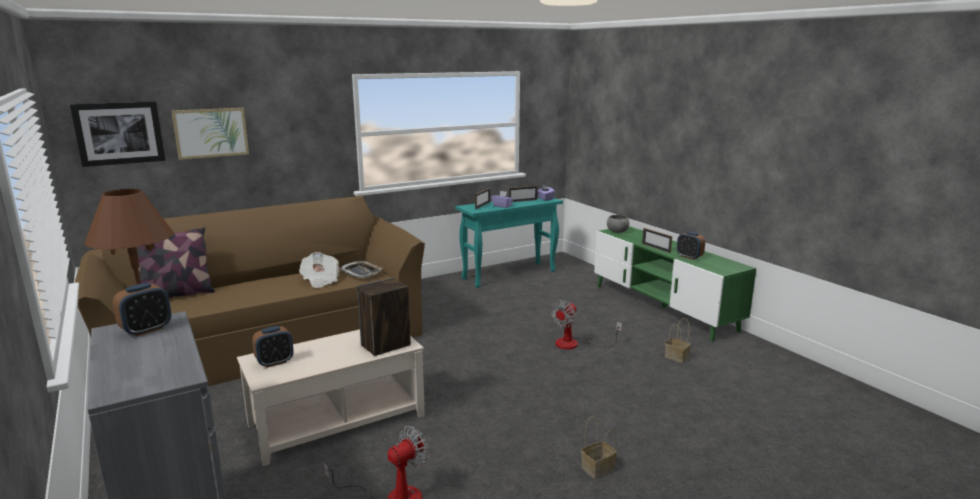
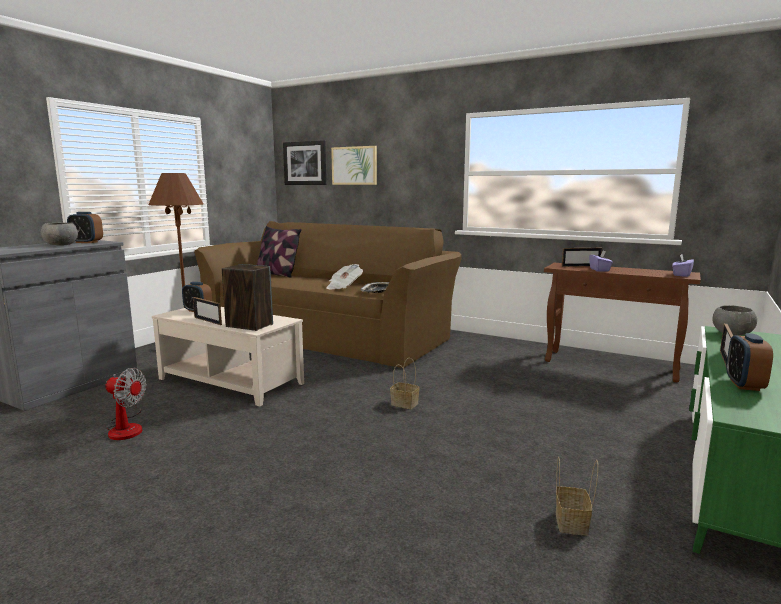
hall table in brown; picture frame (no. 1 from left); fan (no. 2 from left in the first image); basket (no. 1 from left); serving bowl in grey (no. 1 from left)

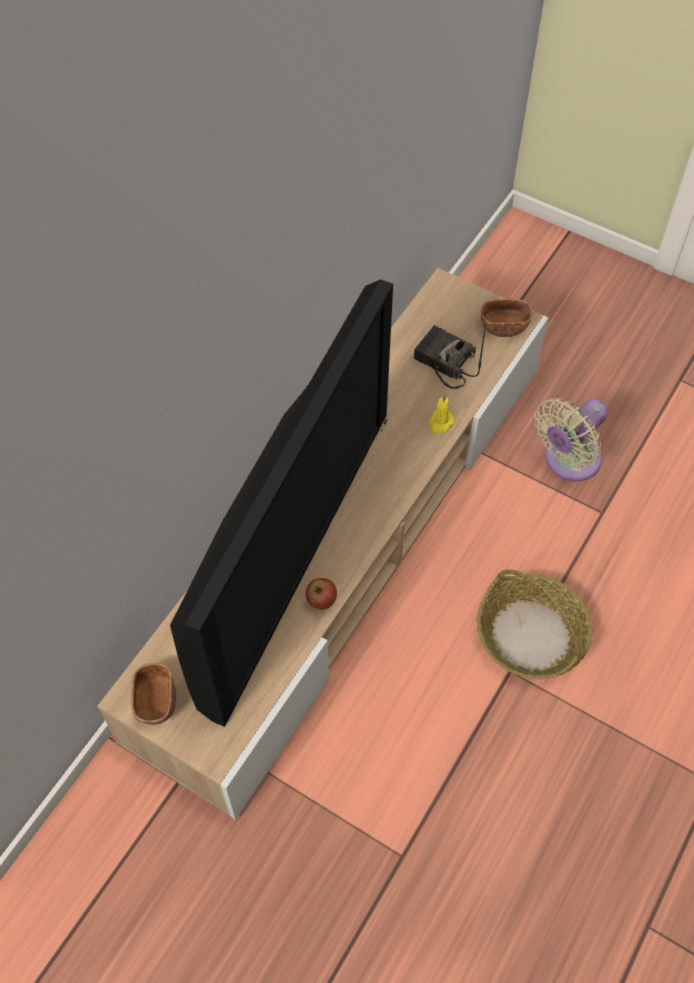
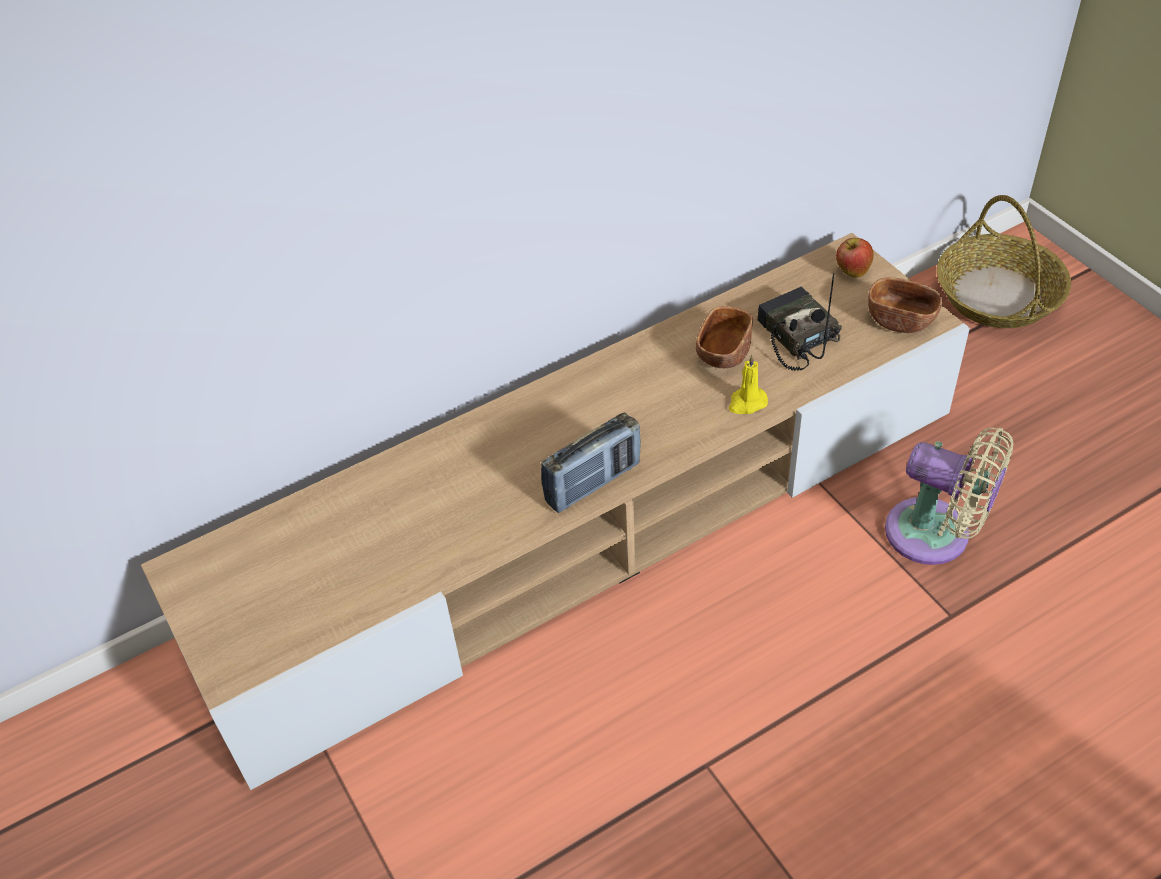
serving bowl in brown (no. 1 from left); TV set; apple fruit; basket; fan in sand-coloured; radio set (no. 1 from left)

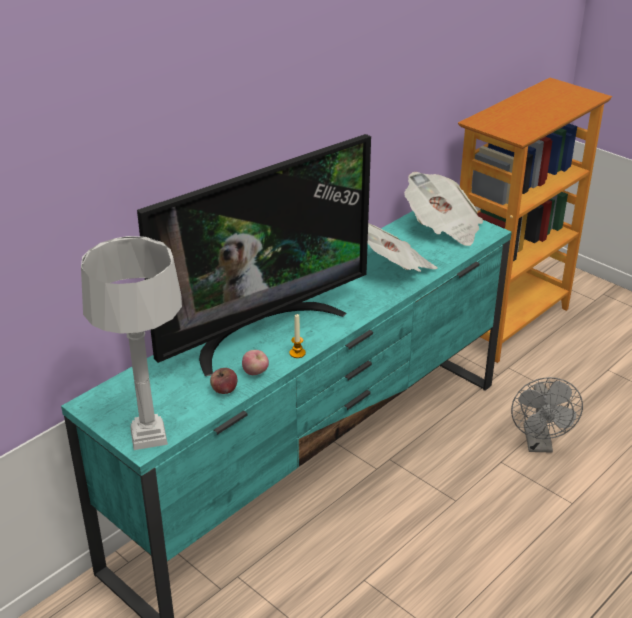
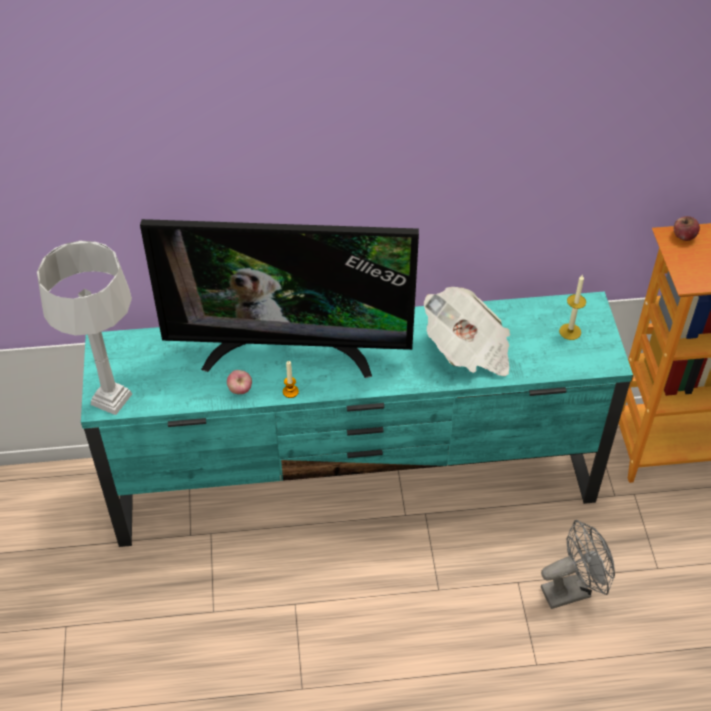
apple fruit (no. 2 from left); candle (no. 2 from left); fan in grey

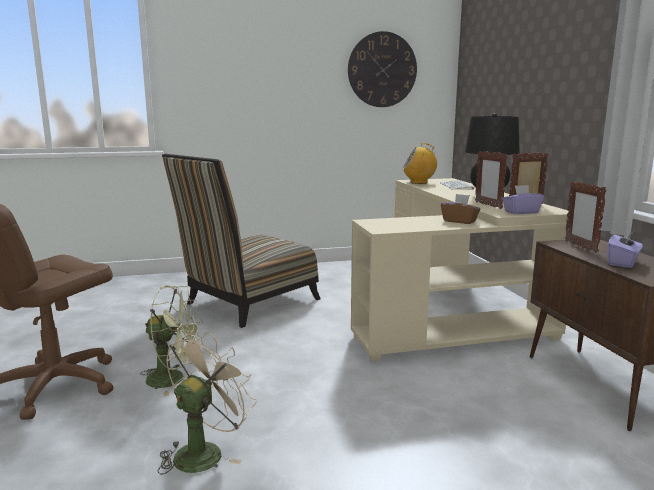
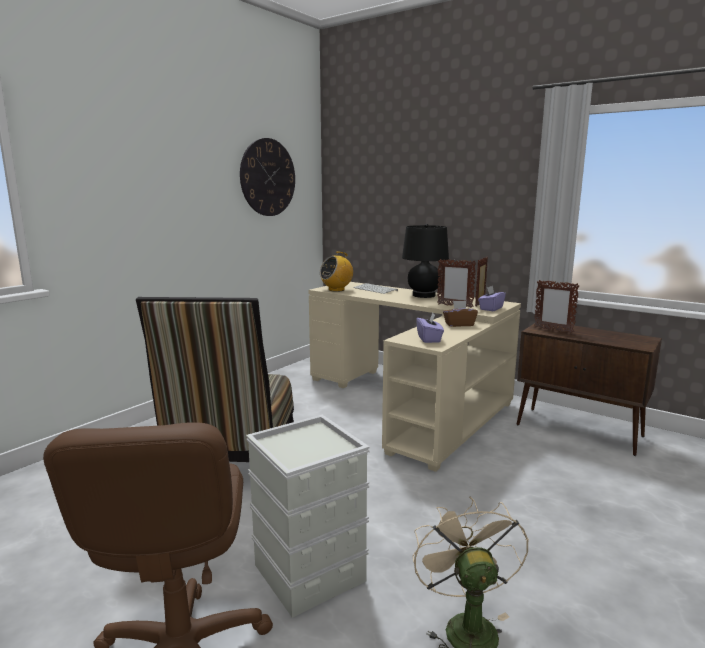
storage container in grey; tissue holder in purple (no. 1 from left)

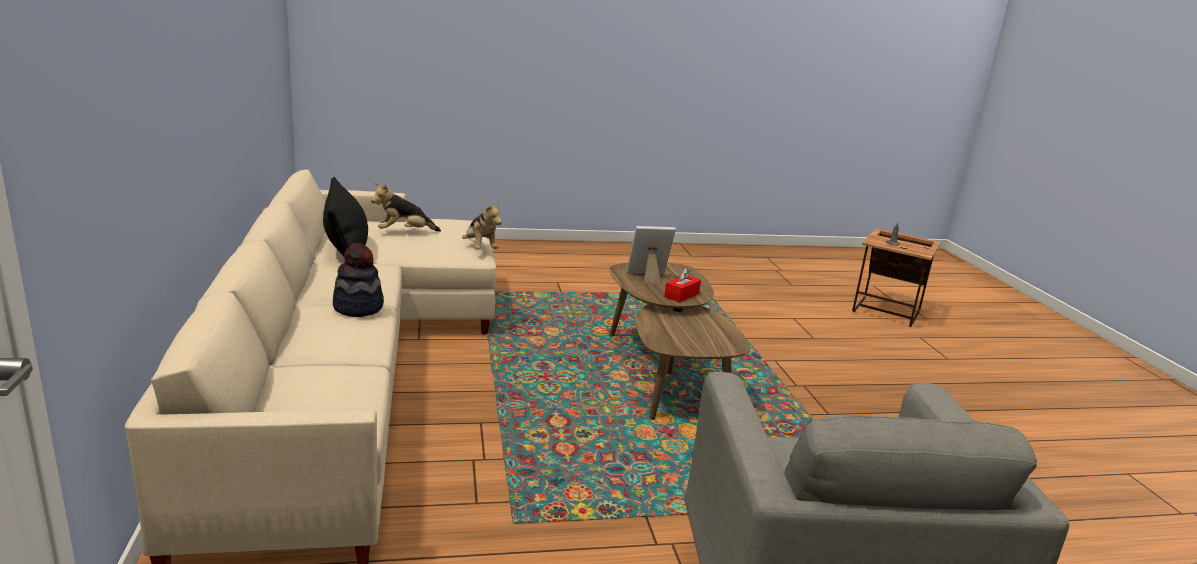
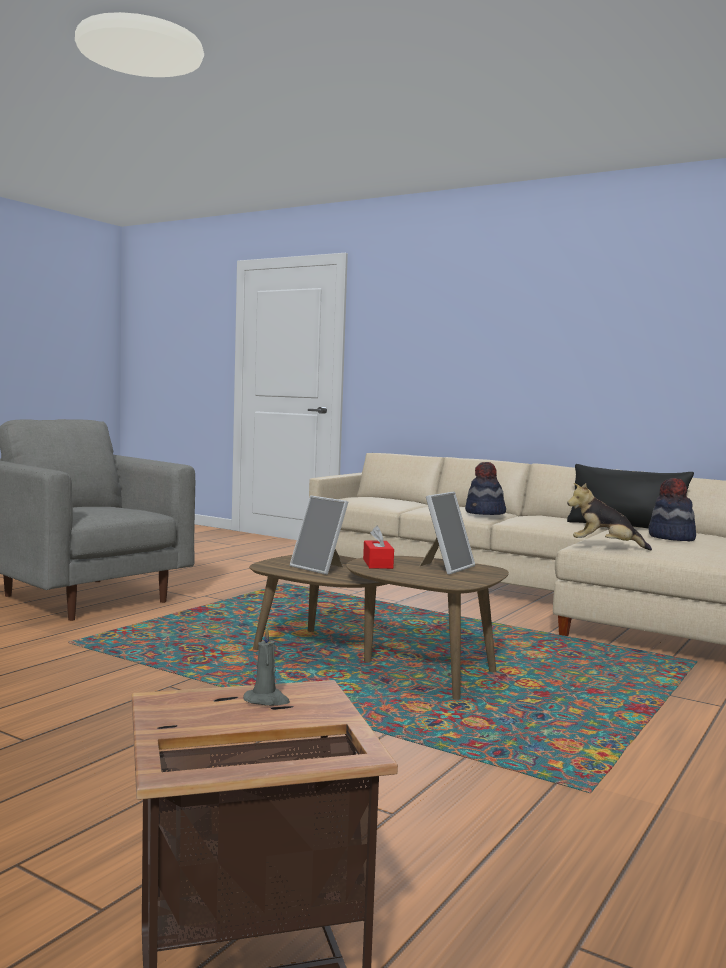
clothing hat (no. 2 from left); picture frame (no. 1 from left)

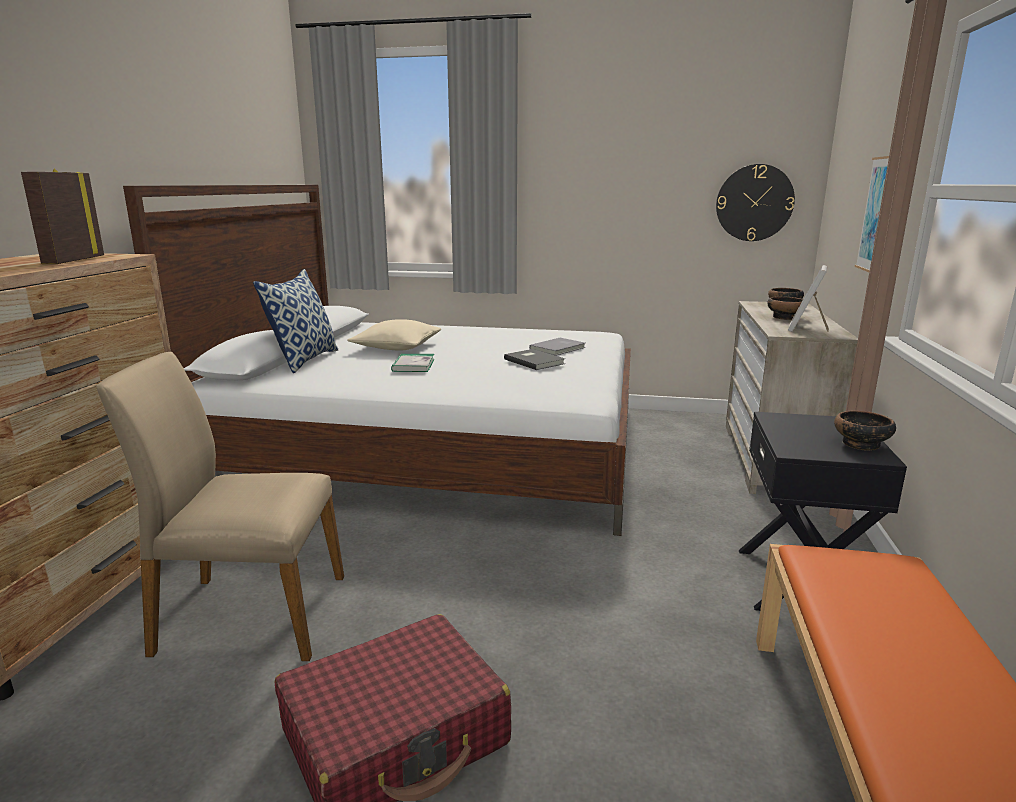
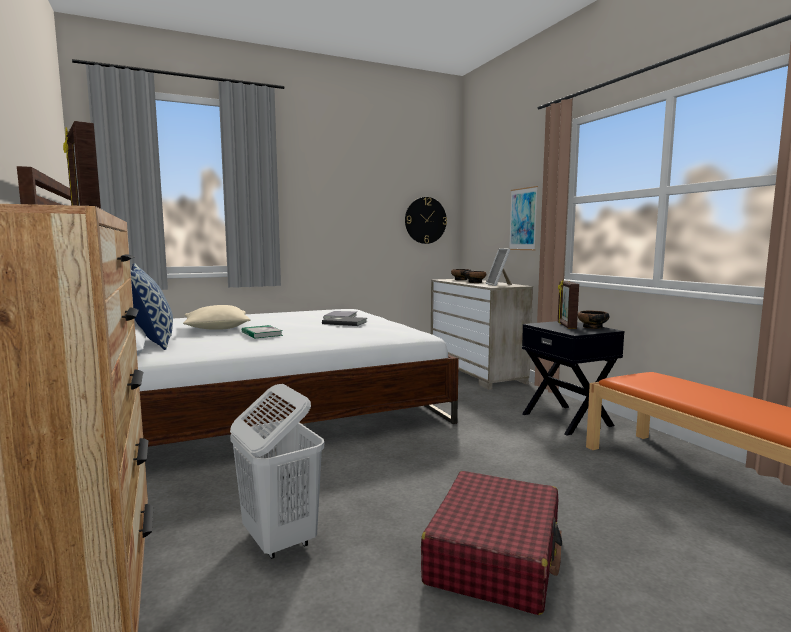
hamper in white-coloured; picture frame (no. 3 from left)

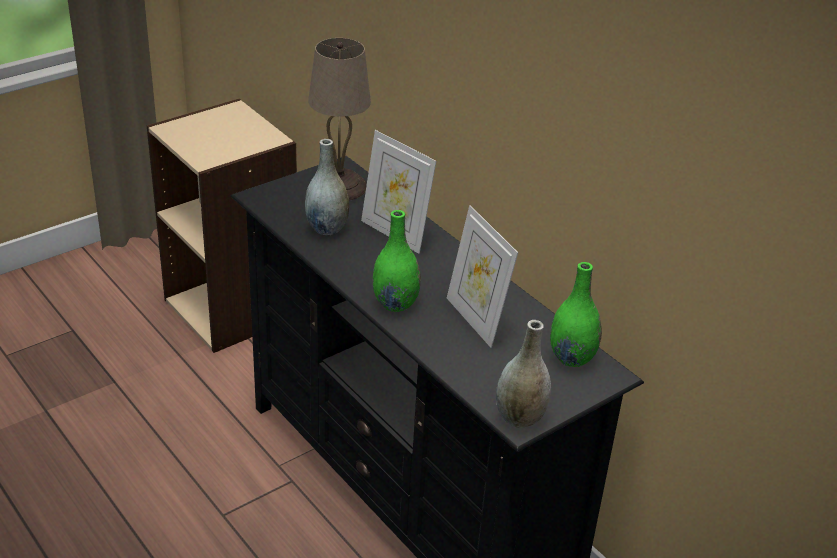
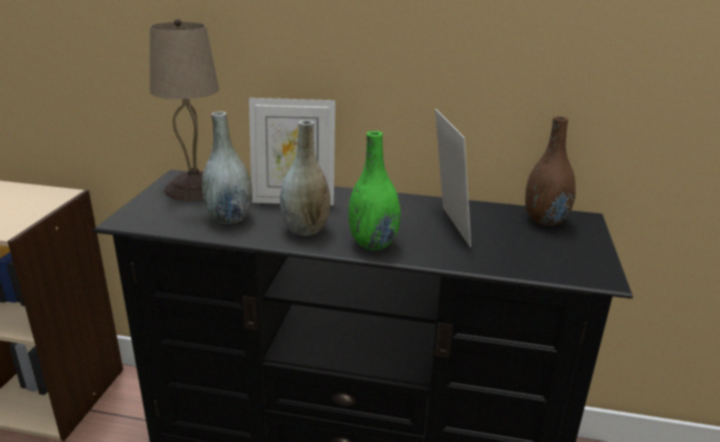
picture frame (no. 2 from left); vase in grey (no. 2 from left); vase in brown

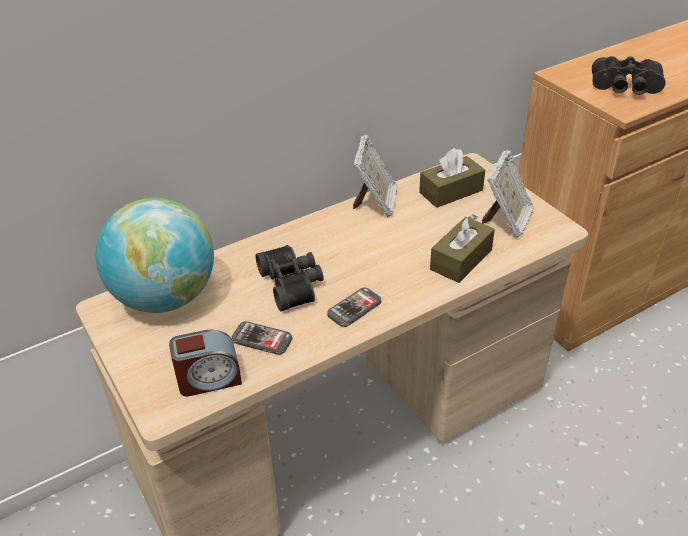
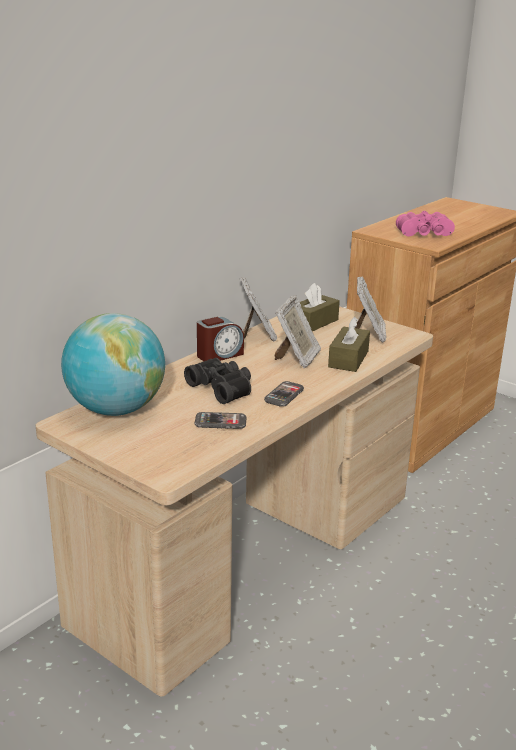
table clock; pair of binoculars in pinkish; picture frame (no. 2 from left)

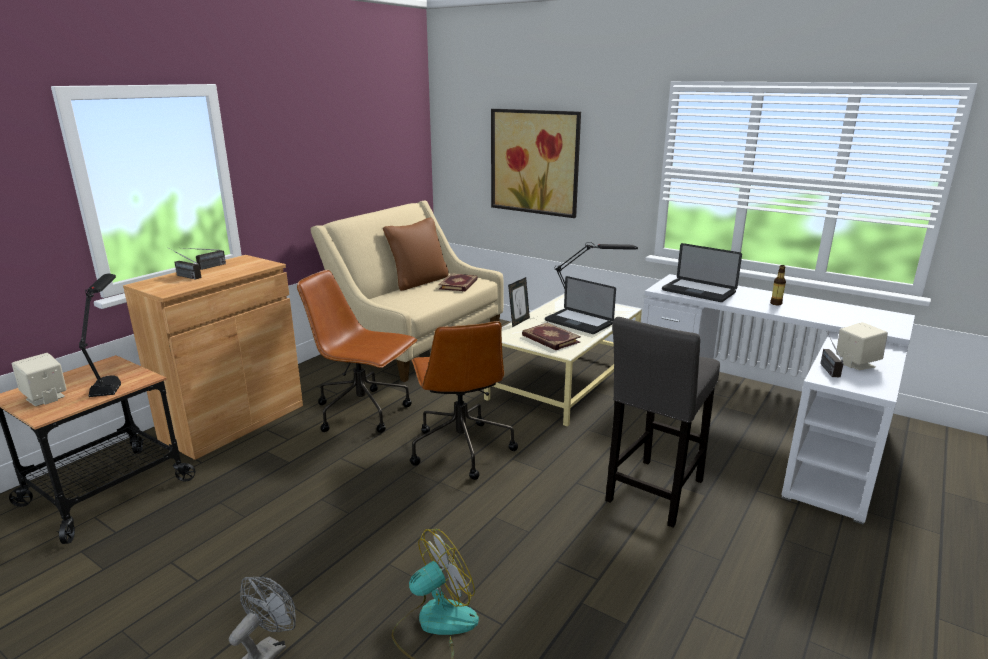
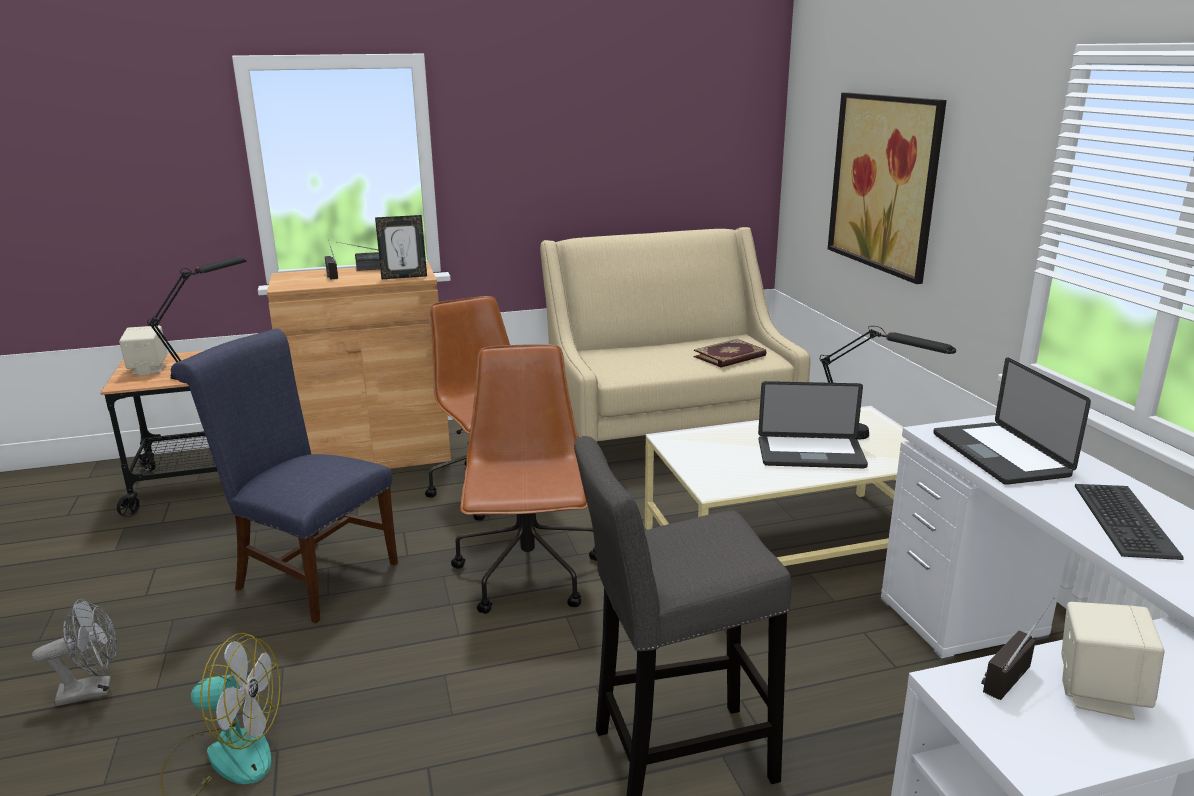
throw pillow in brown; computer chair in brown (no. 2 from left); picture frame; book (no. 2 from left in the first image); laptop (no. 1 from left); keyboard; chair in blue

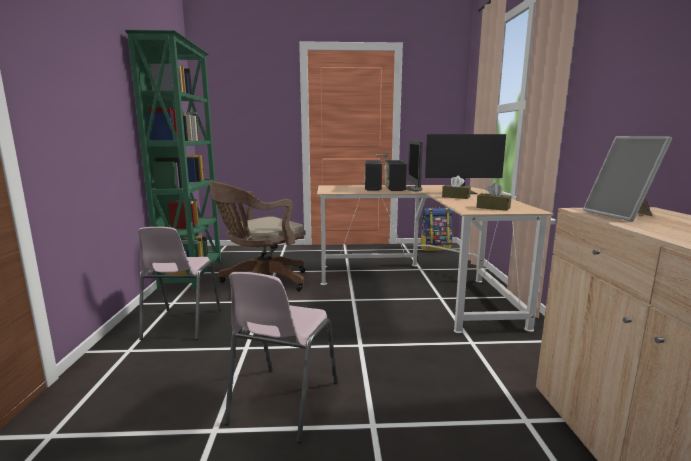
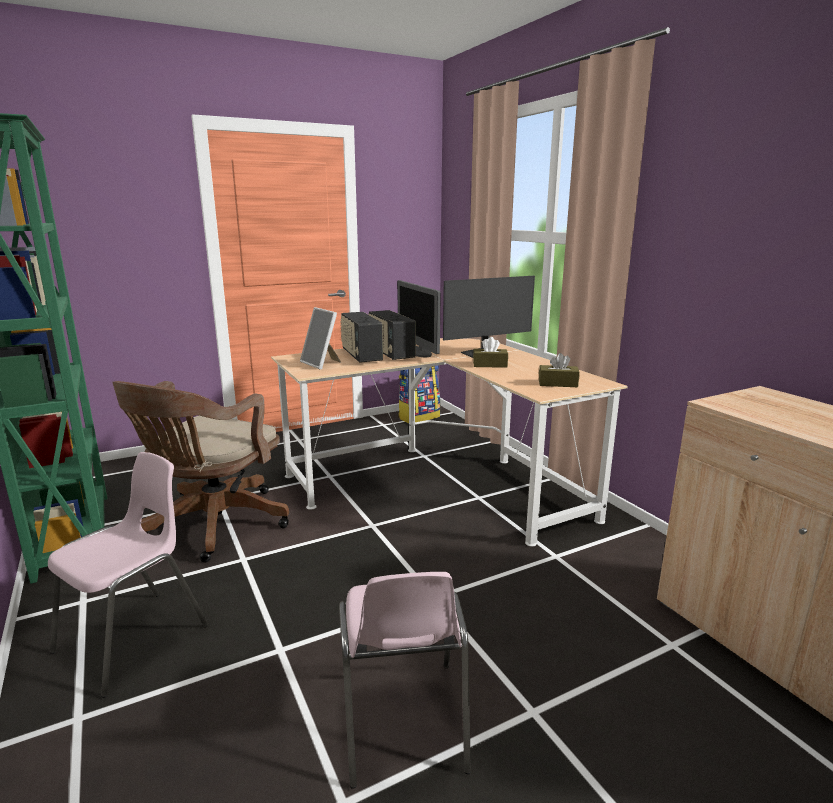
chair in pinkish (no. 1 from left); picture frame

